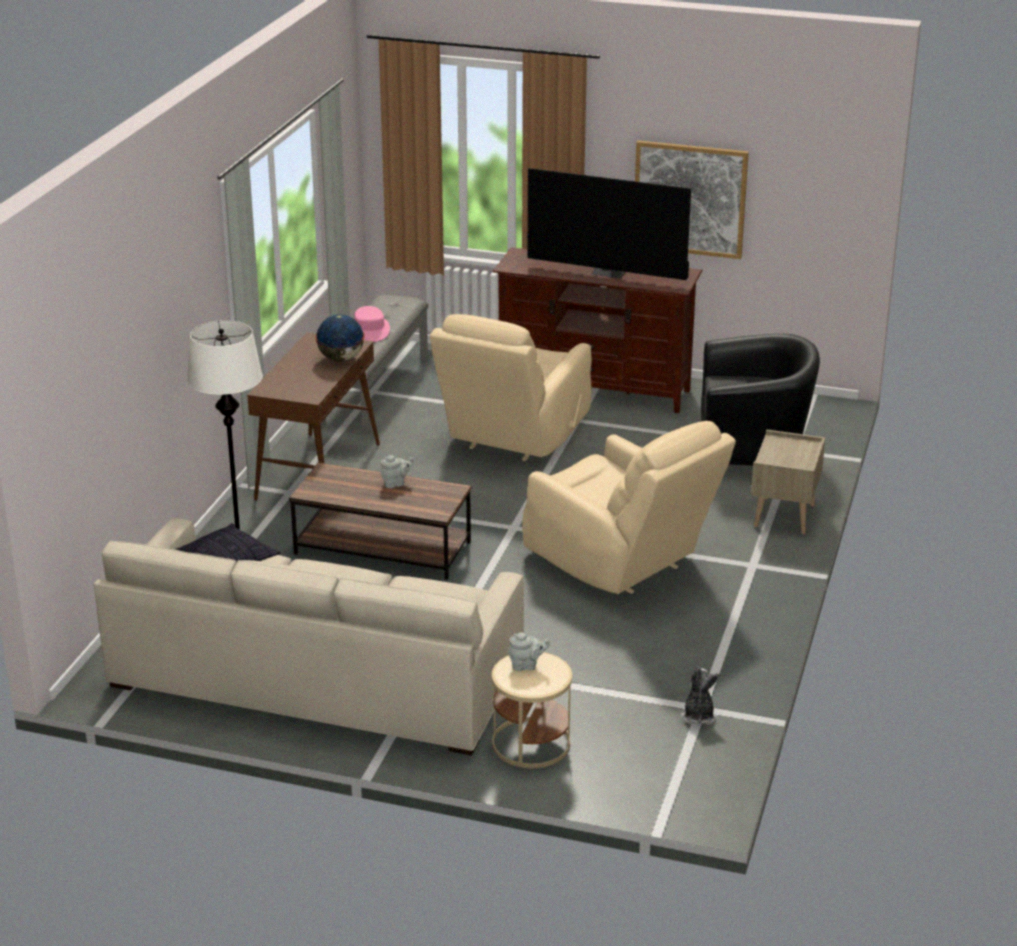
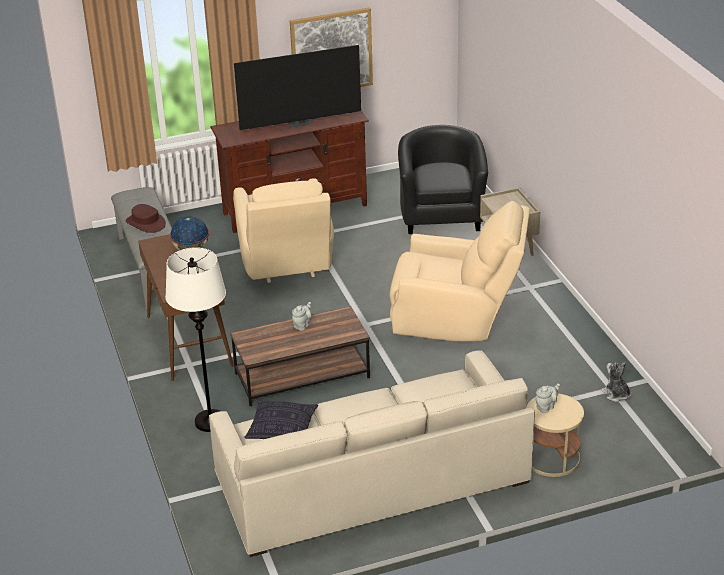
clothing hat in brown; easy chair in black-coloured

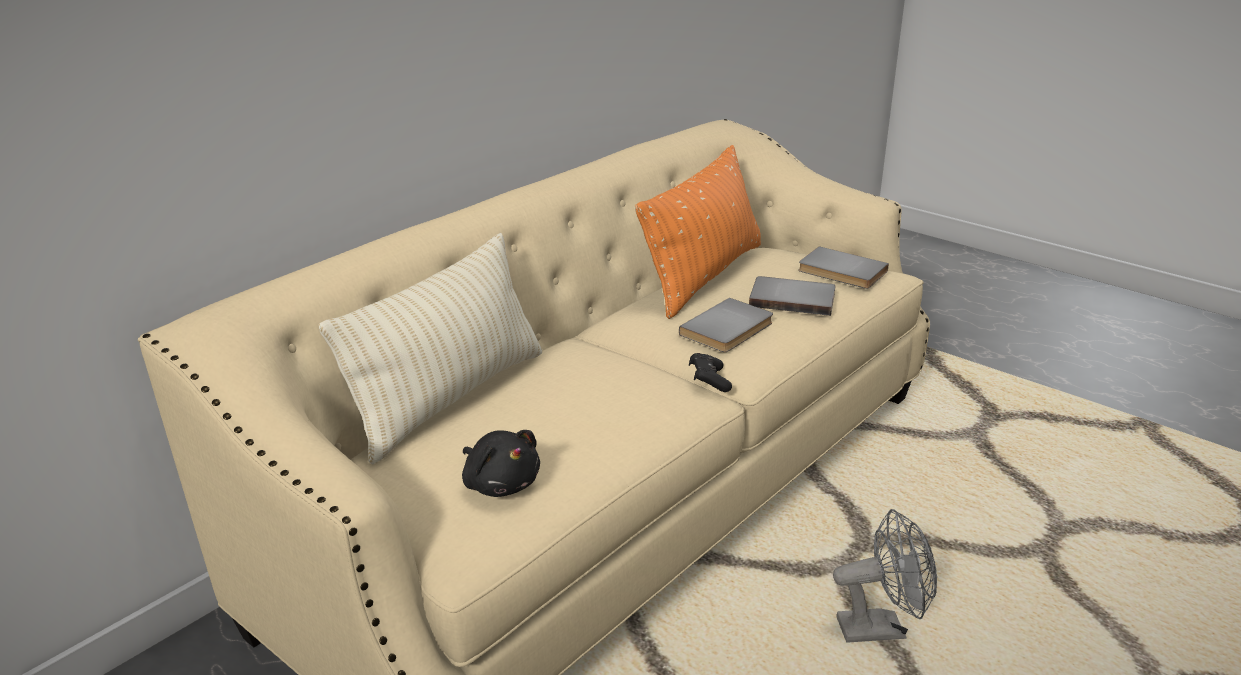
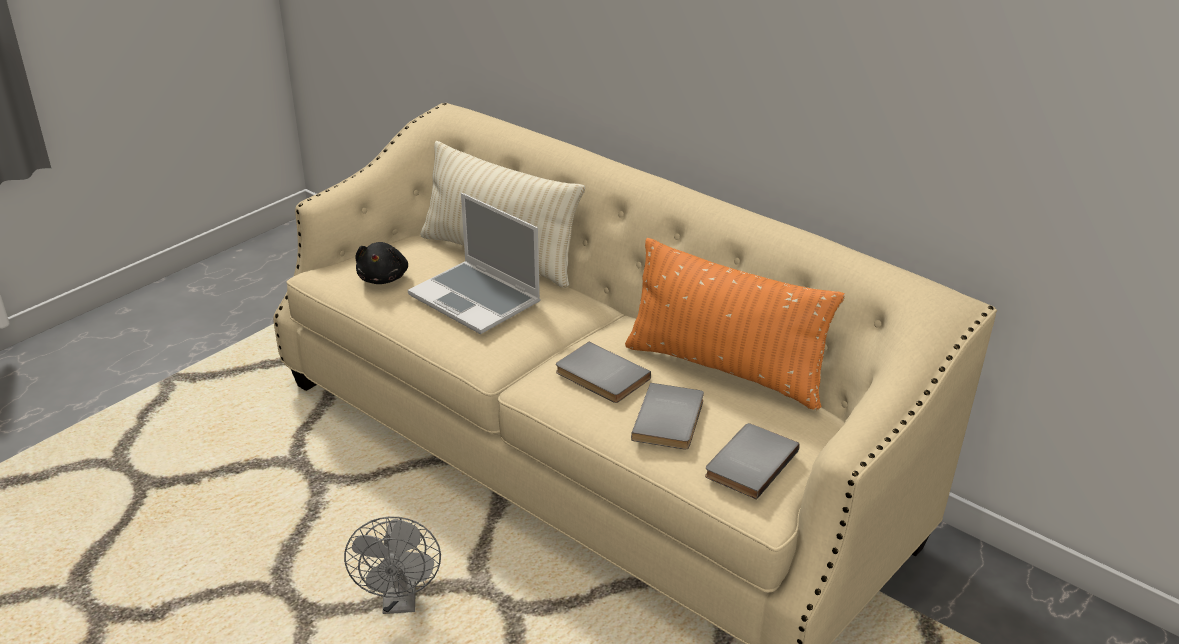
soft toy in black-coloured; gamepad in black-coloured; laptop

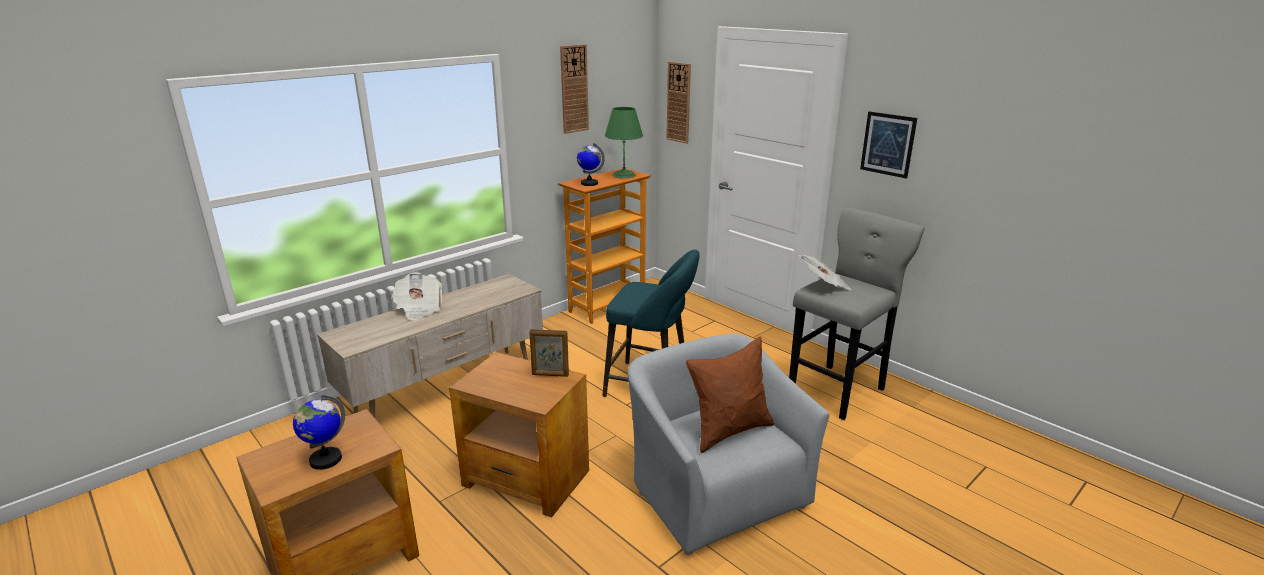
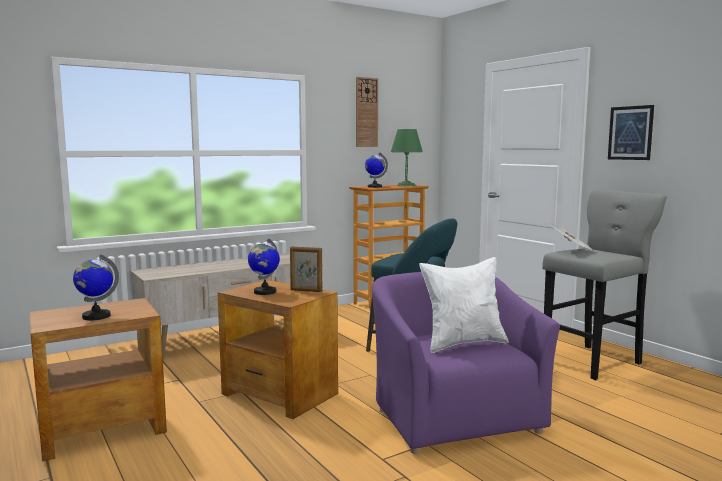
printed paper (no. 1 from left in the first image); easy chair in purple; hanging clock (no. 2 from left in the first image); throw pillow in white-coloured; desk globe (no. 2 from left)

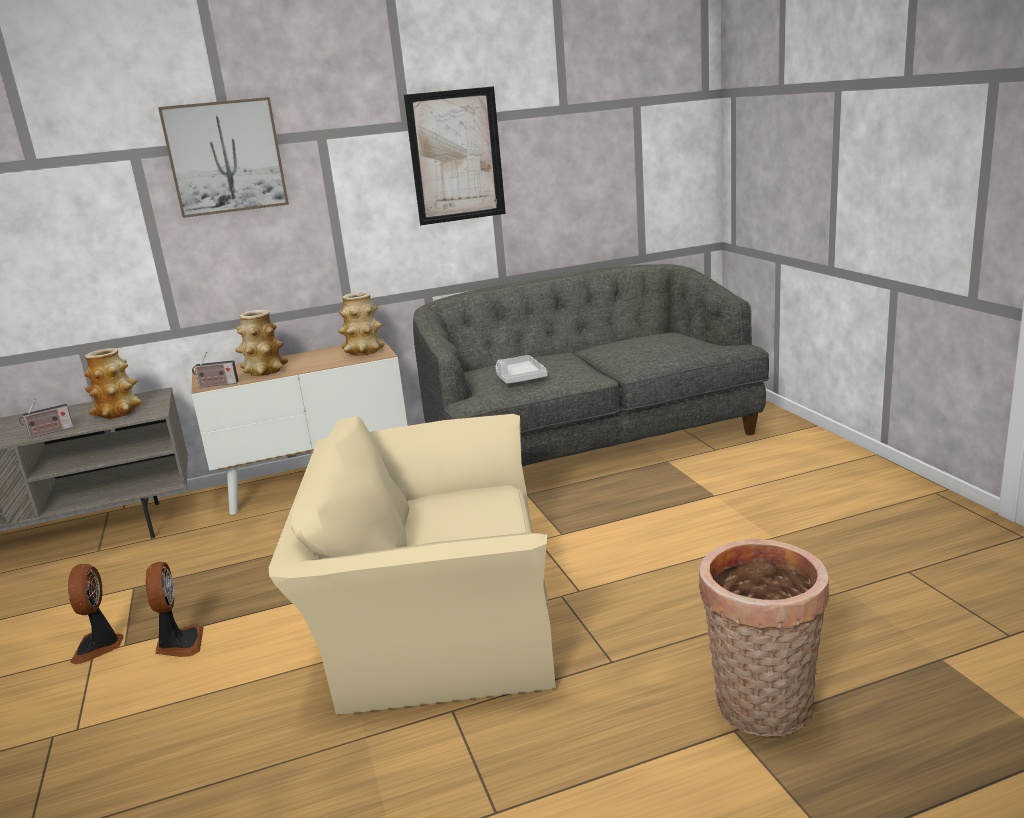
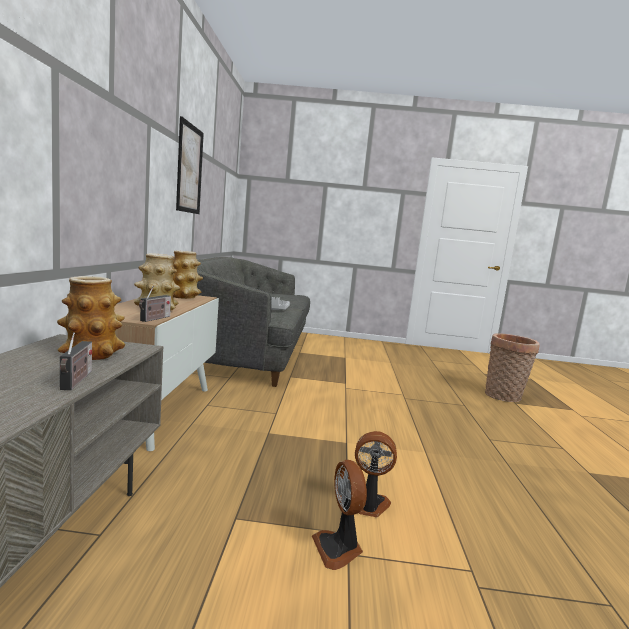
fan (no. 1 from left); wall art (no. 1 from left in the first image); easy chair in sand-coloured

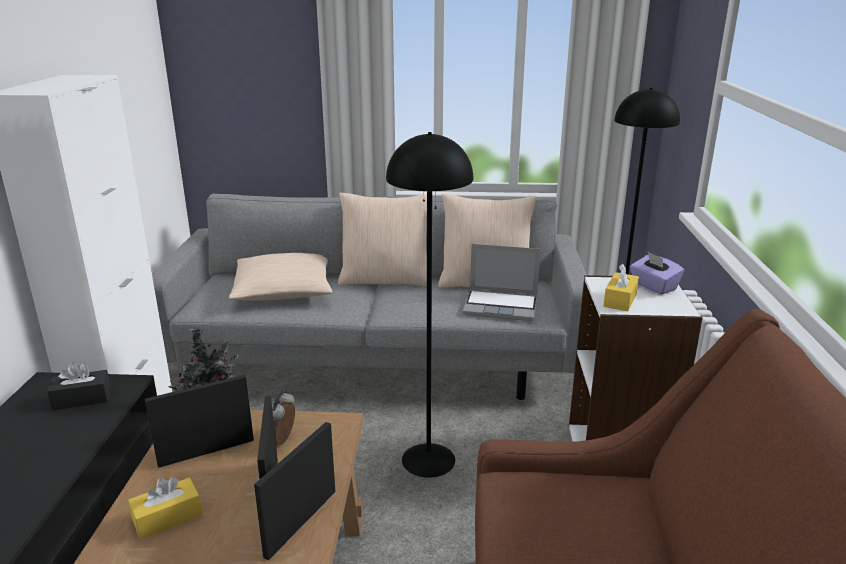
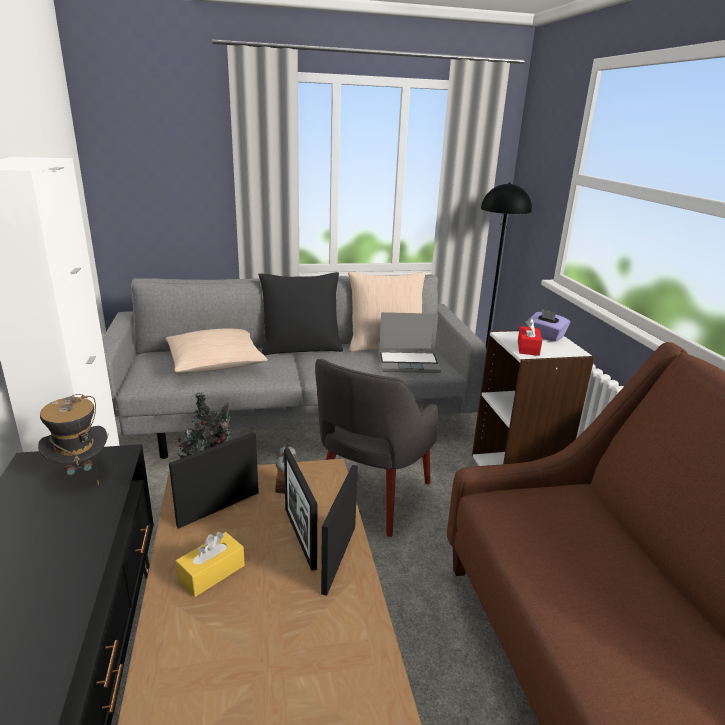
clothing hat; throw pillow in black-coloured; easy chair in grey; tissue holder in red

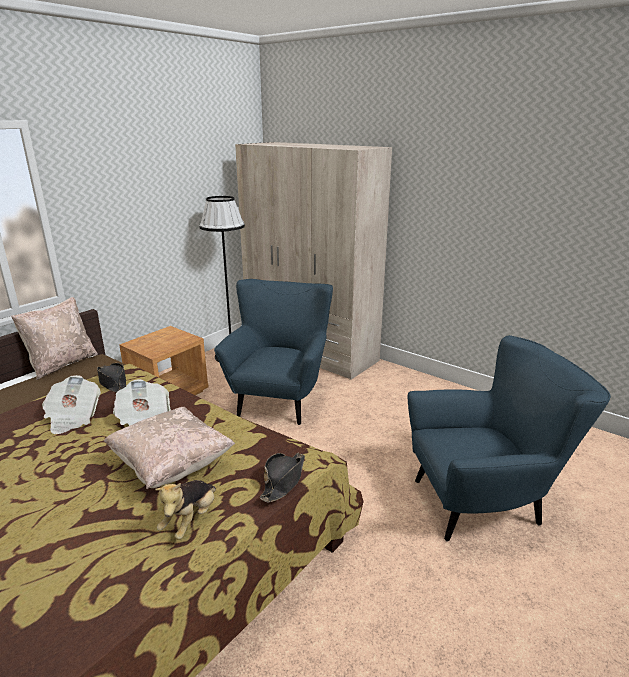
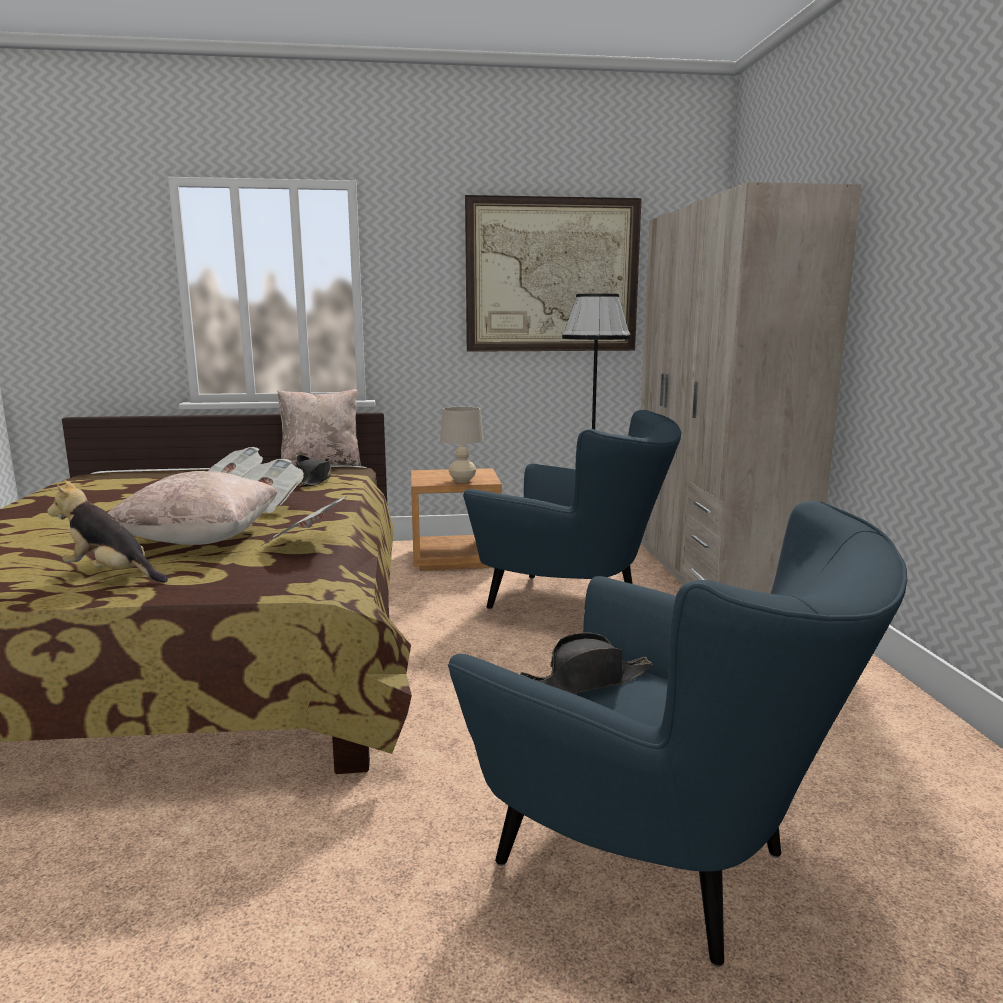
soft toy; easy chair in blue (no. 1 from left); clothing hat in black-coloured (no. 2 from left); printed paper (no. 3 from left); lamp for a table in sand-coloured; wall art

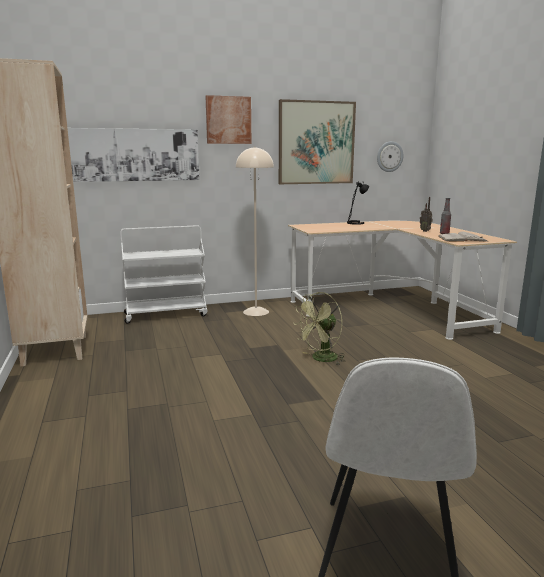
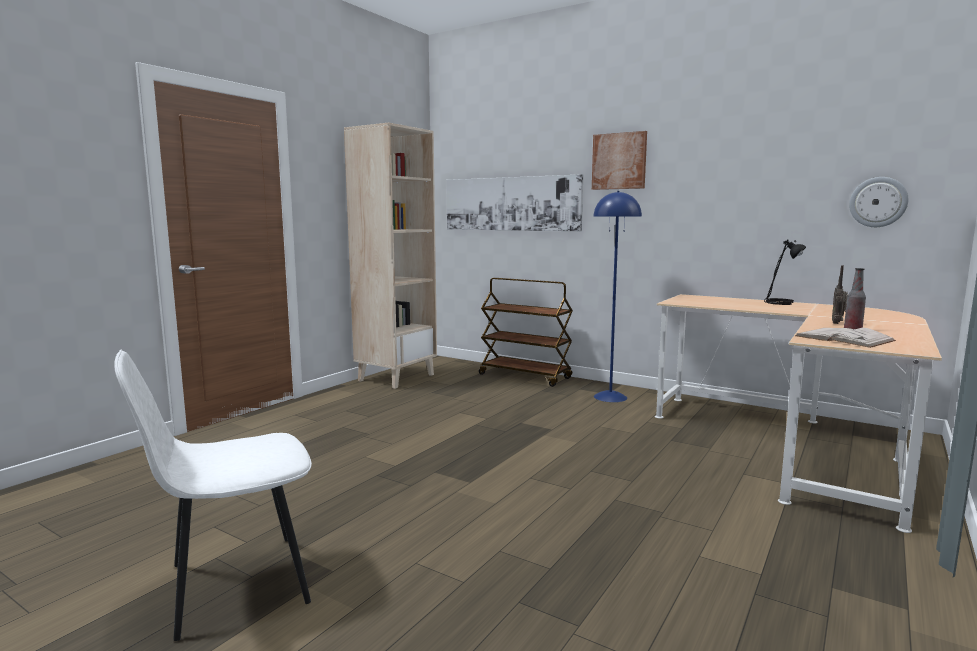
wheeled cart in brown; standard lamp in blue; wall art (no. 3 from left in the first image); fan in green-coloured

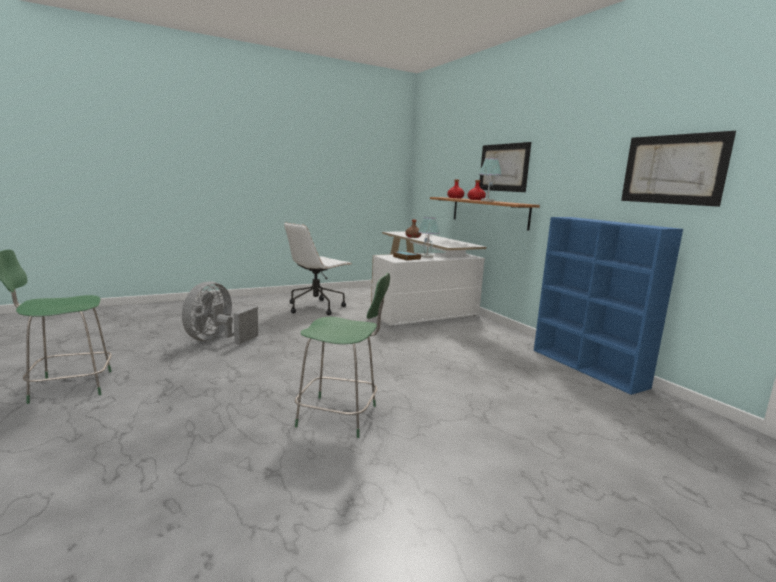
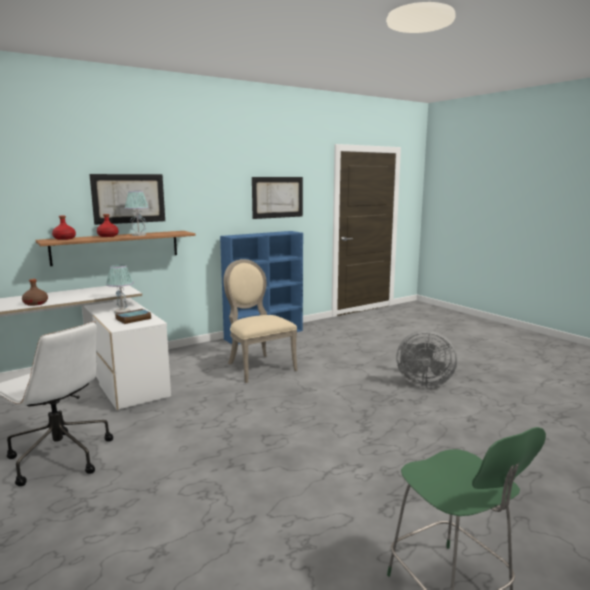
fan in grey; chair in green-coloured (no. 2 from left in the first image); chair in sand-coloured

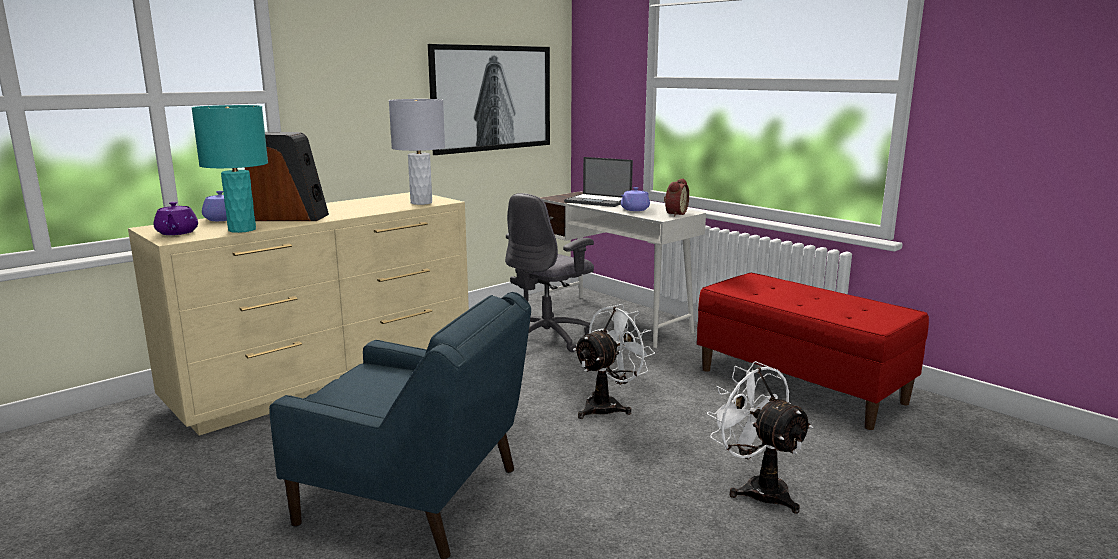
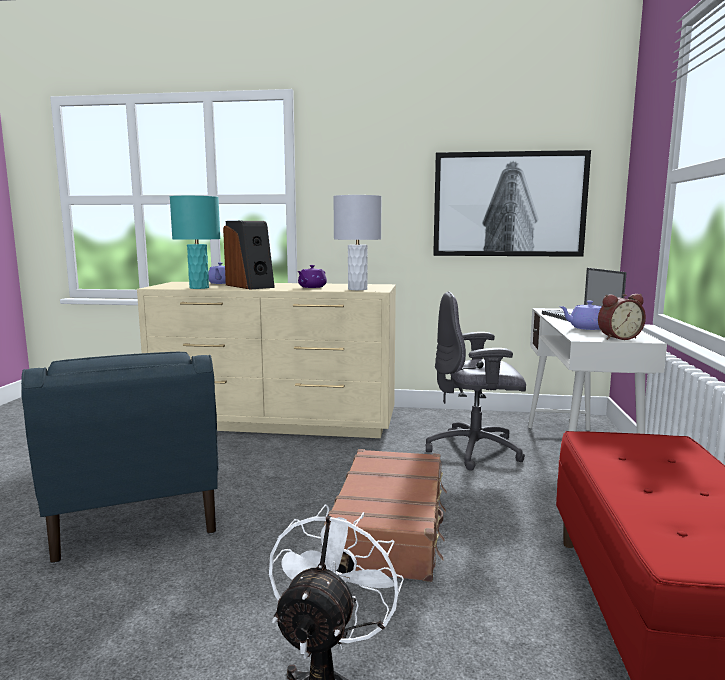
teapot in purple (no. 2 from left); piece of luggage in brown

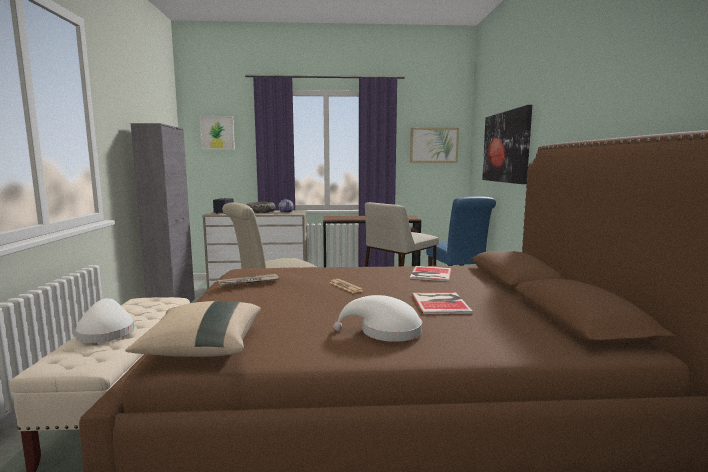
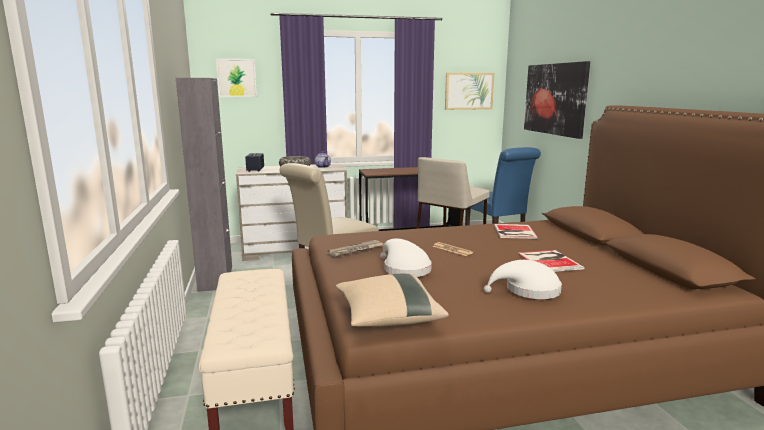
clothing hat in white-coloured (no. 1 from left)

